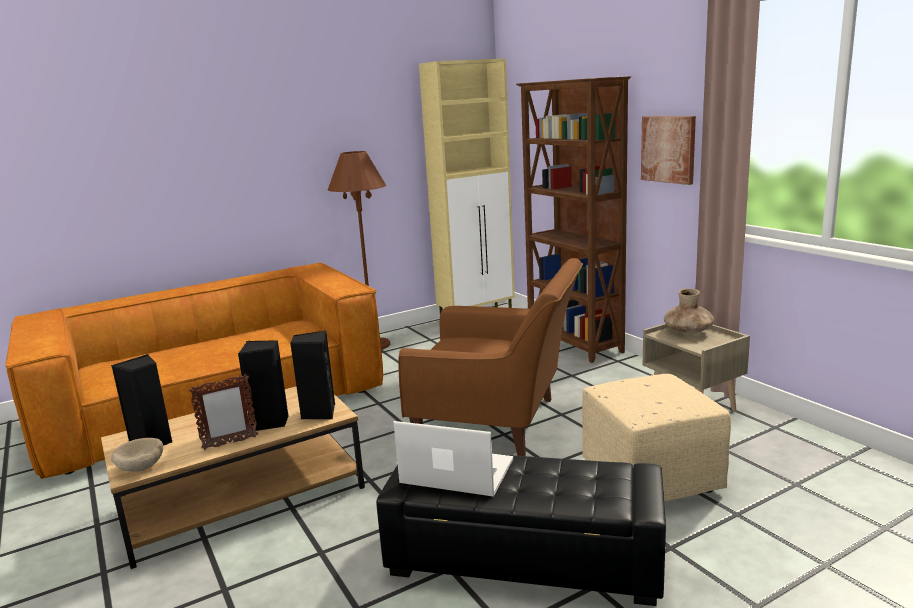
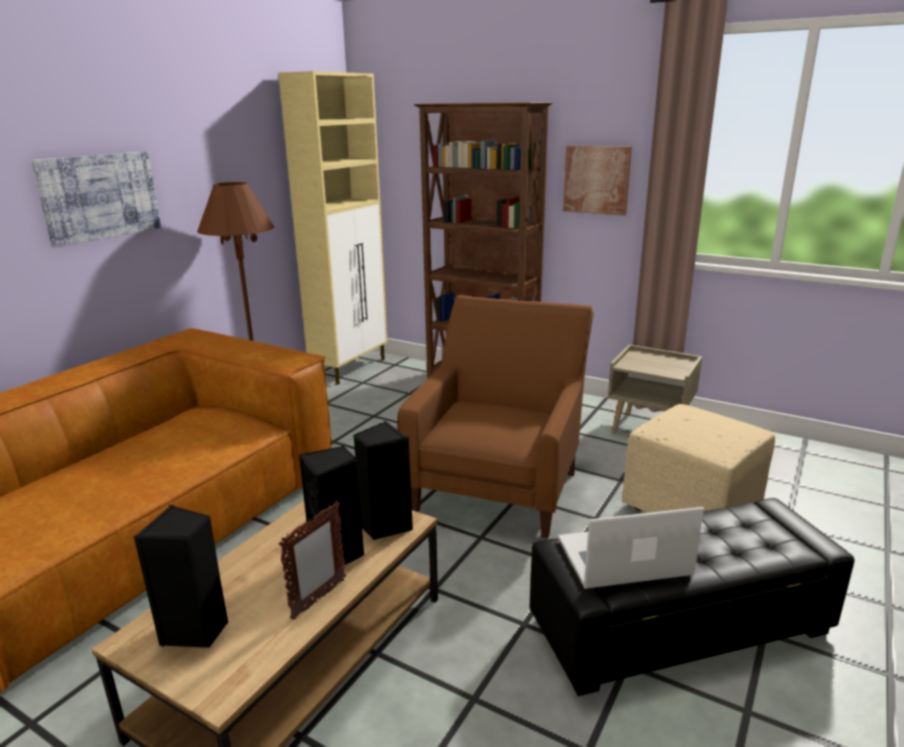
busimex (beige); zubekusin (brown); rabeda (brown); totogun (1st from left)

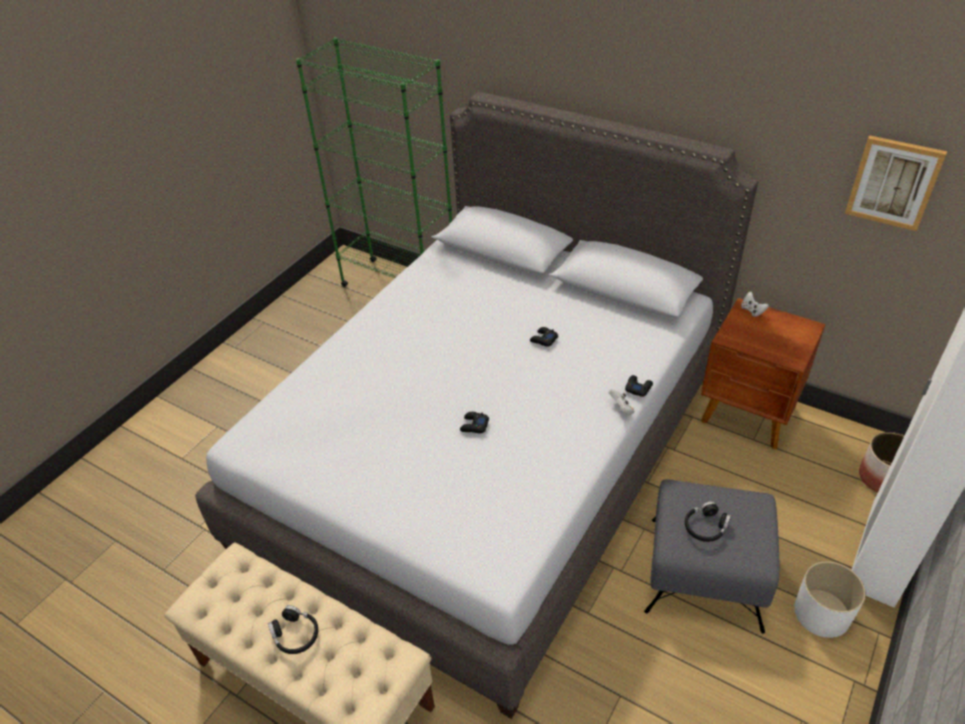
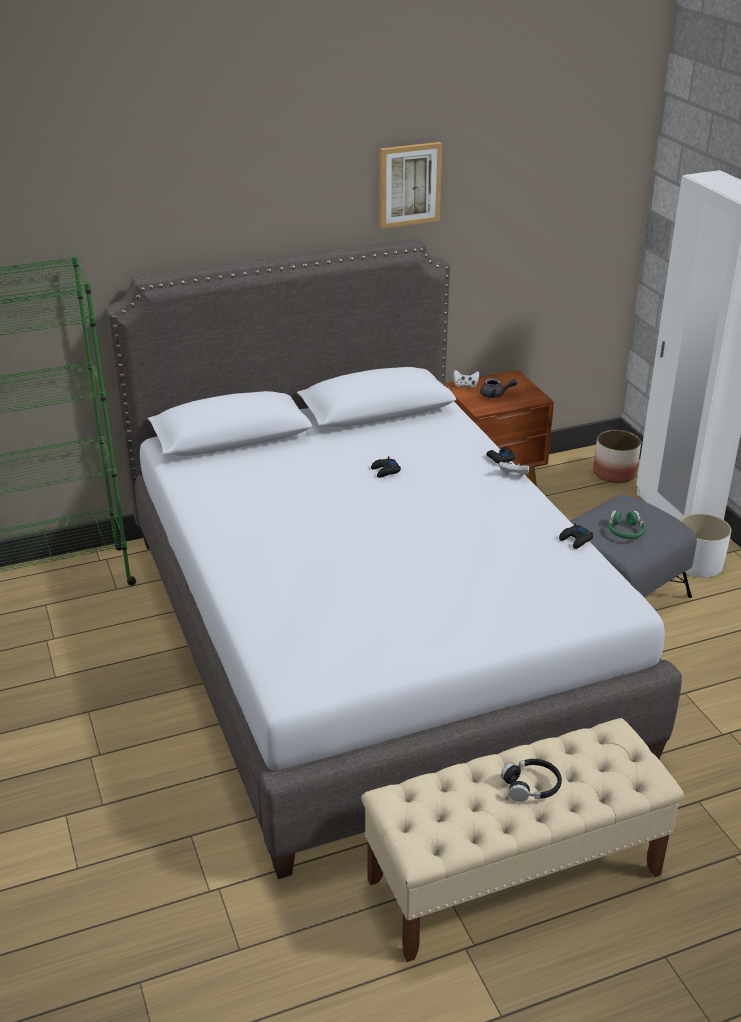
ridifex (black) (3rd from left); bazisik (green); totogun; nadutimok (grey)

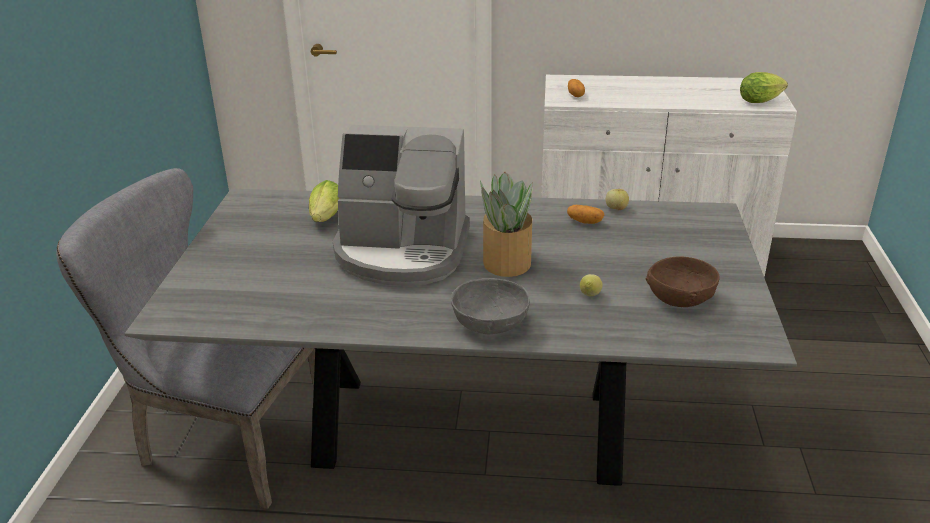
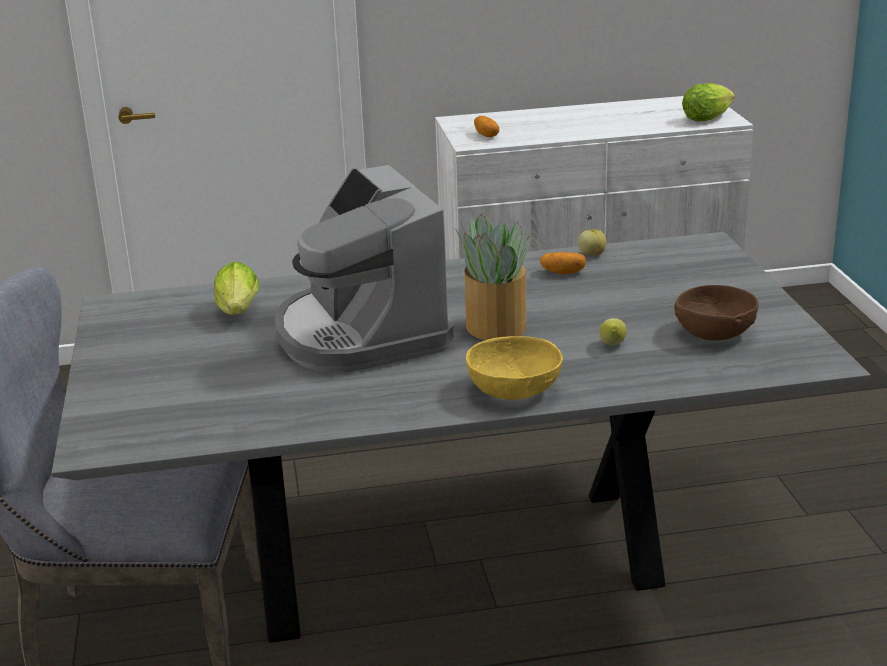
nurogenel; busimex (yellow)

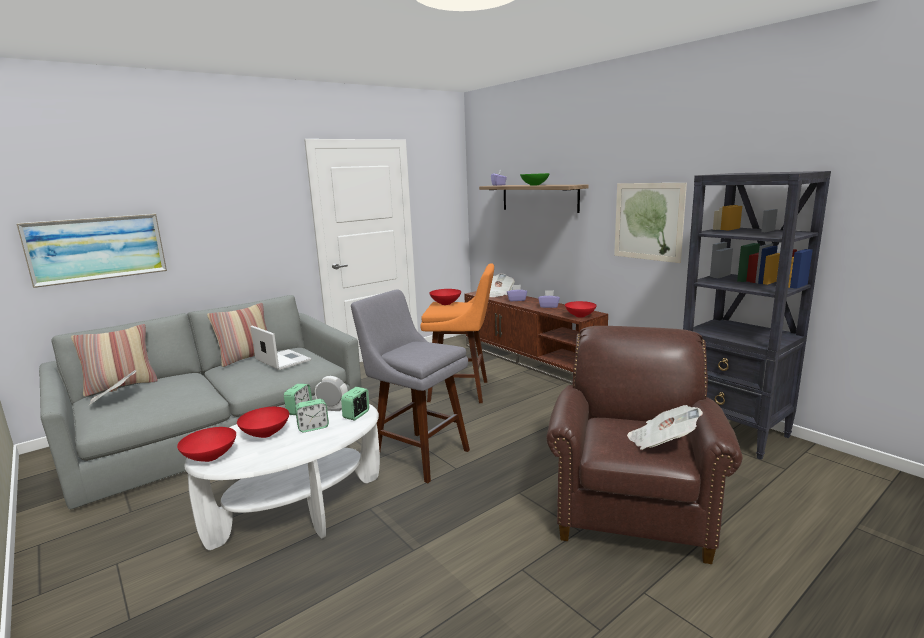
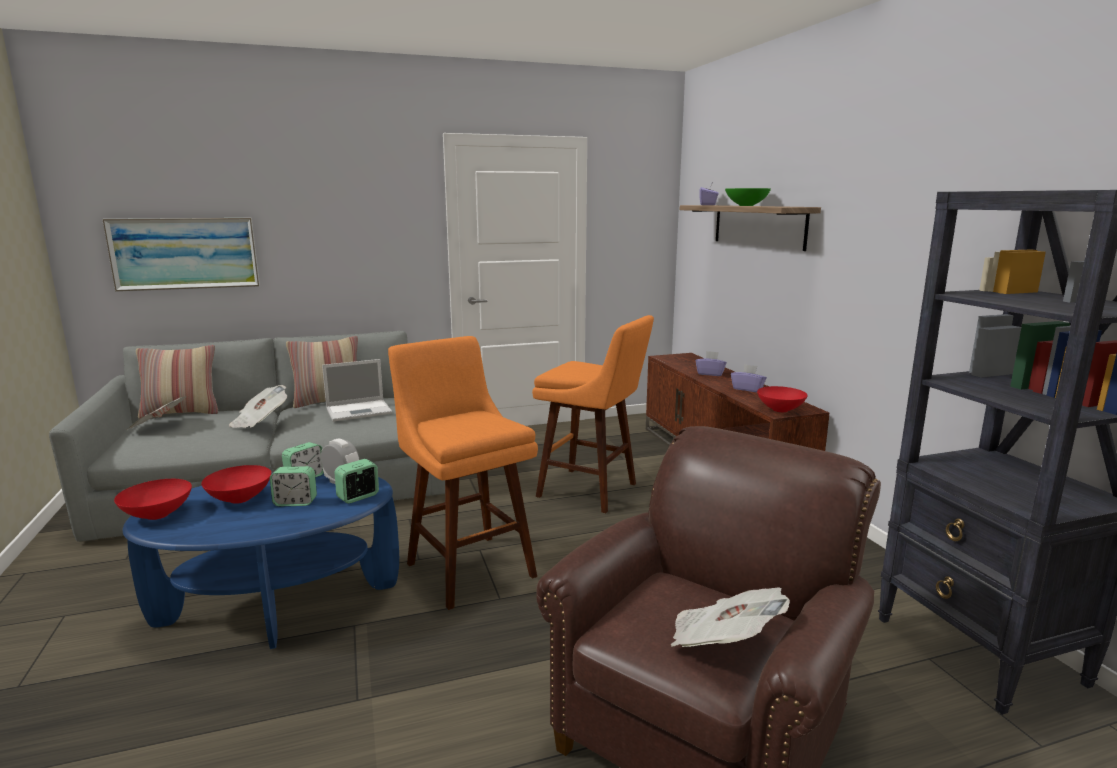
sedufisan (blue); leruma; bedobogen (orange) (1st from left); busimex (red) (3rd from left in the first image); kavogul (2nd from left); totogun (2nd from left in the first image)

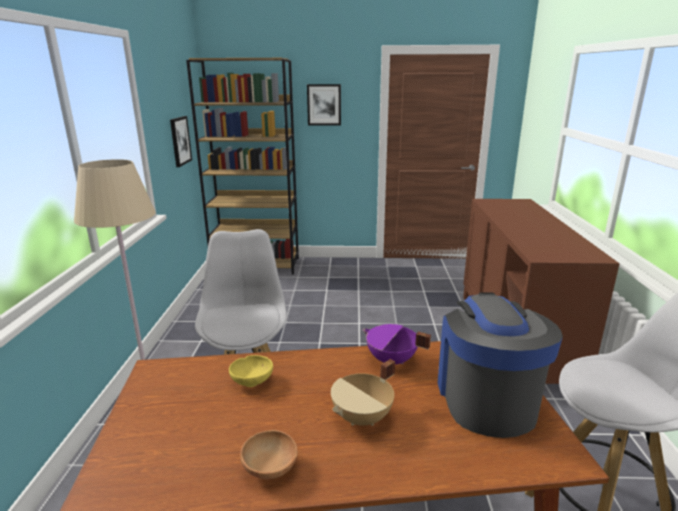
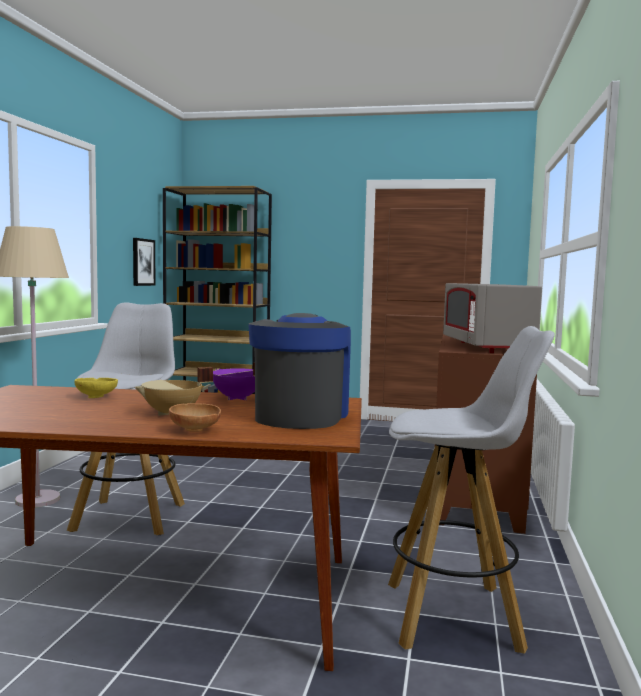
busimex (brown); totogun (2nd from left in the first image); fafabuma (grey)

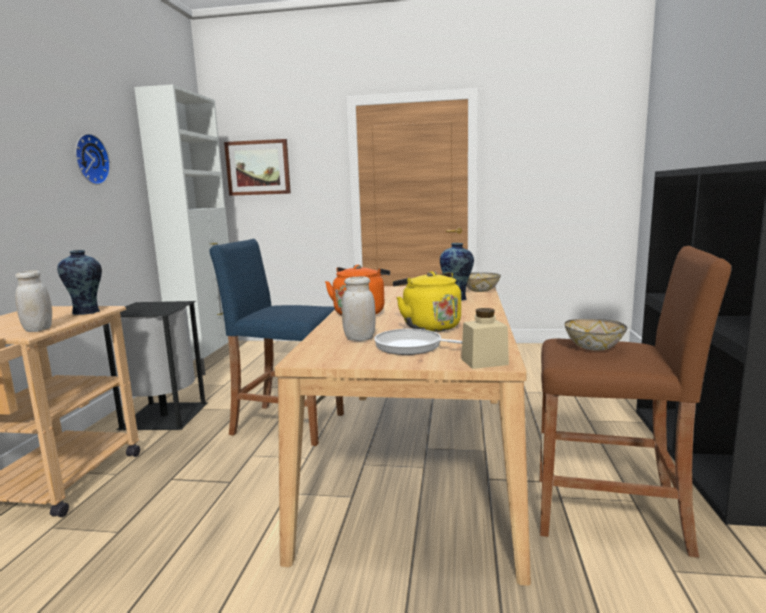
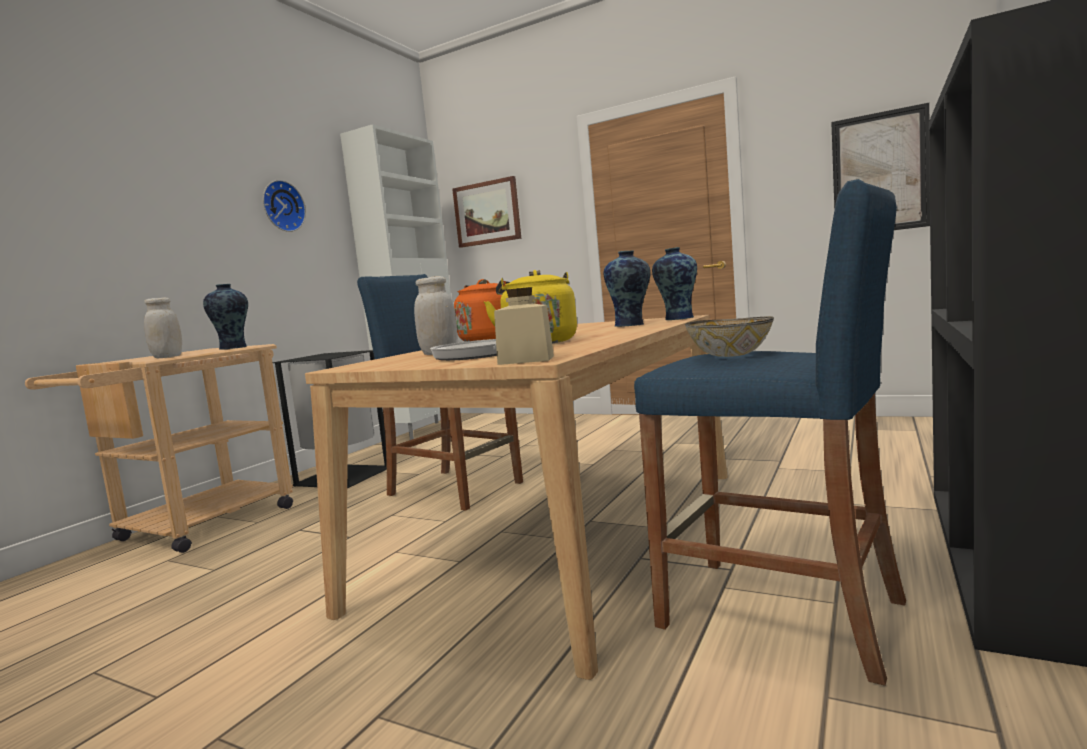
rabeda (3rd from left); bedobogen (blue) (2nd from left); totogun (2nd from left)

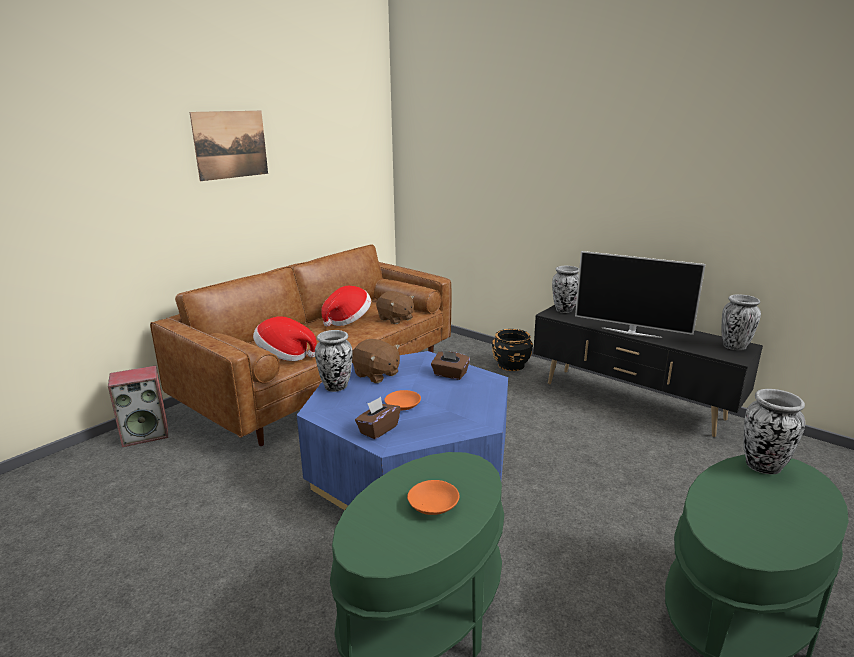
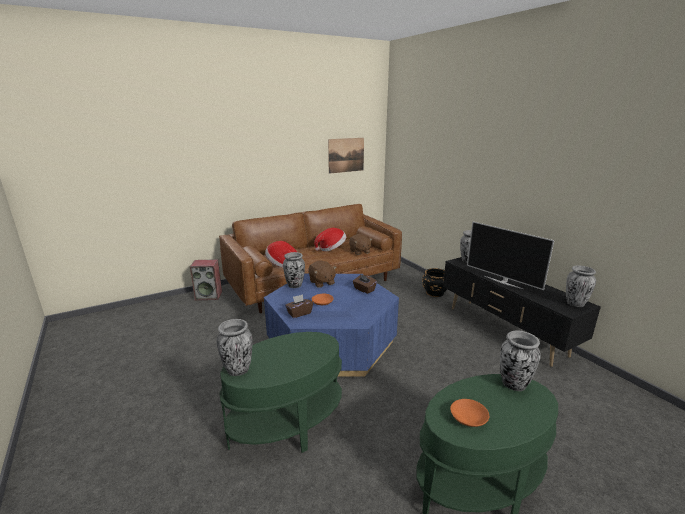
totogun; busimex (orange) (2nd from left); rabeda (1st from left)

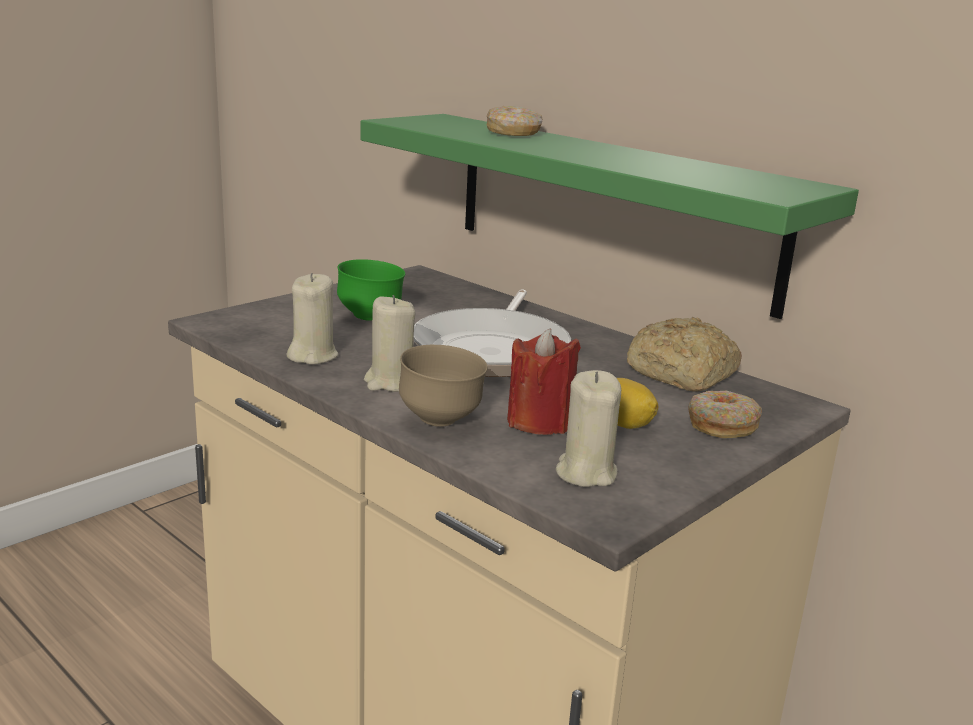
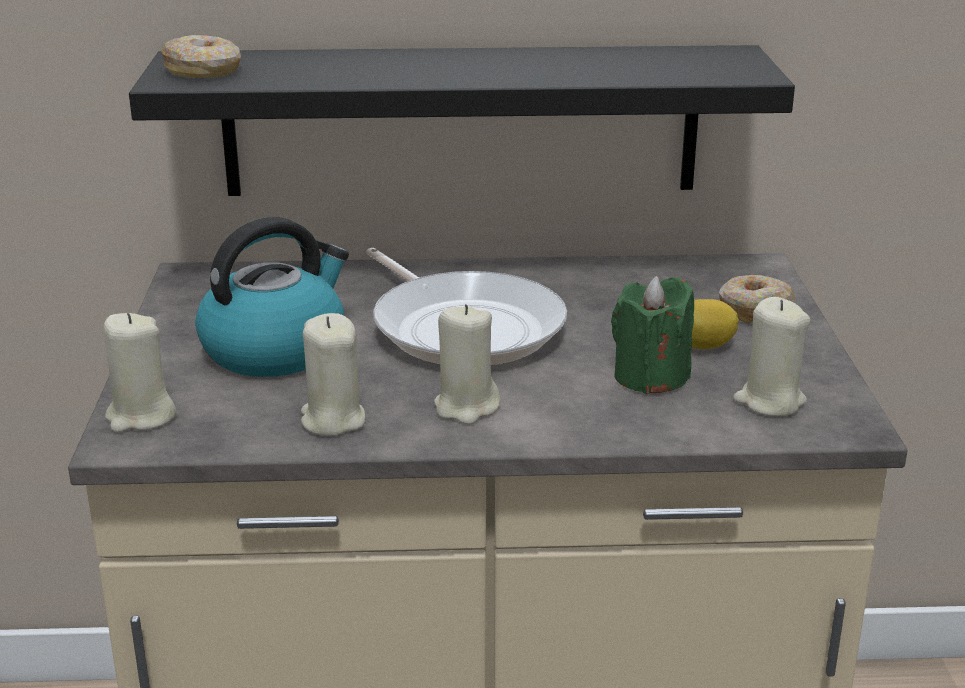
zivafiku; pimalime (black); busimex (brown); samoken (1st from left); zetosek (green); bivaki; zetosek (beige) (1st from left)

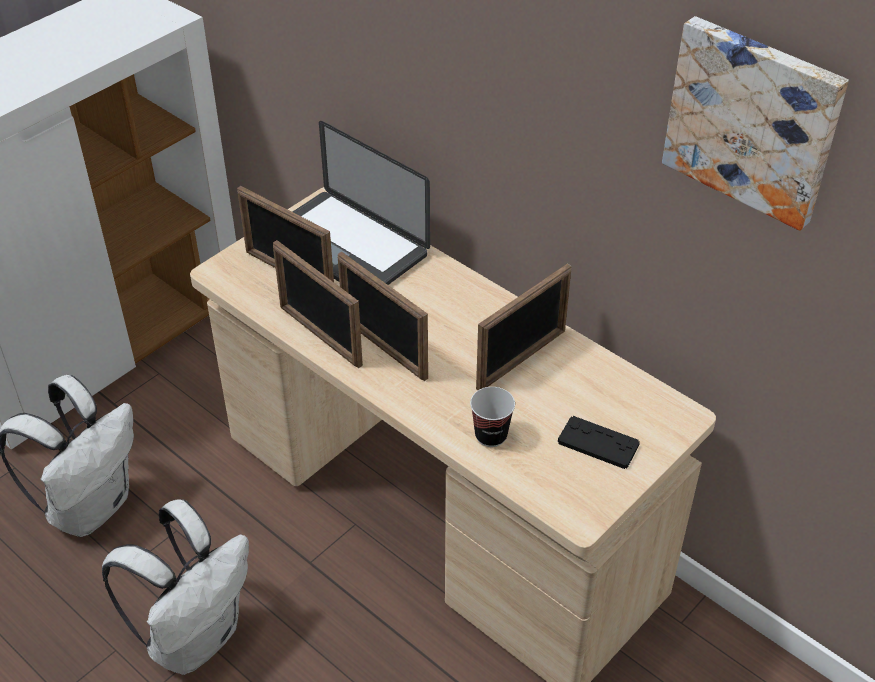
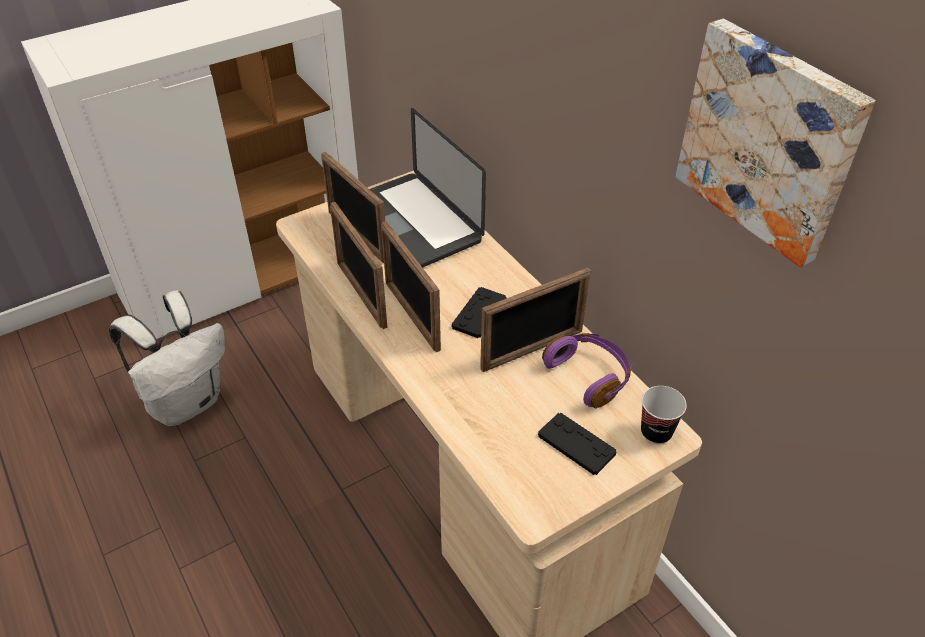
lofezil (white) (2nd from left in the first image); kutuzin; ridifex (black) (1st from left); bazisik (purple)

